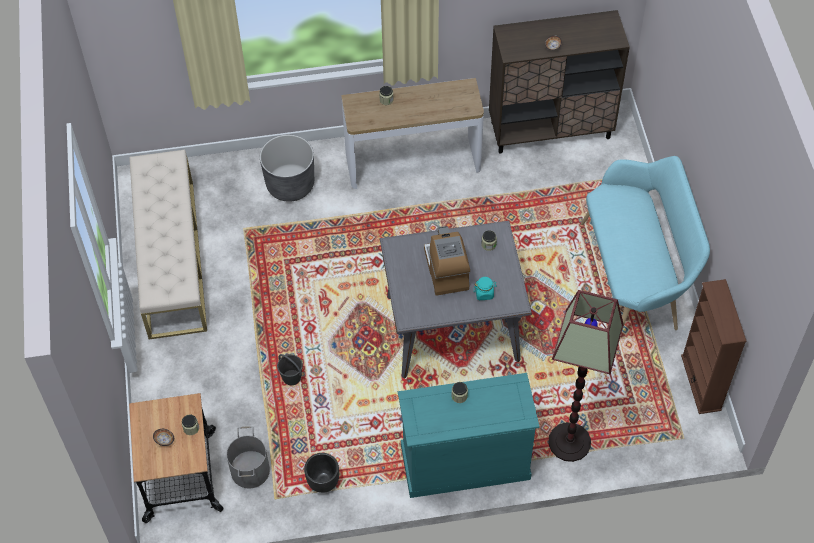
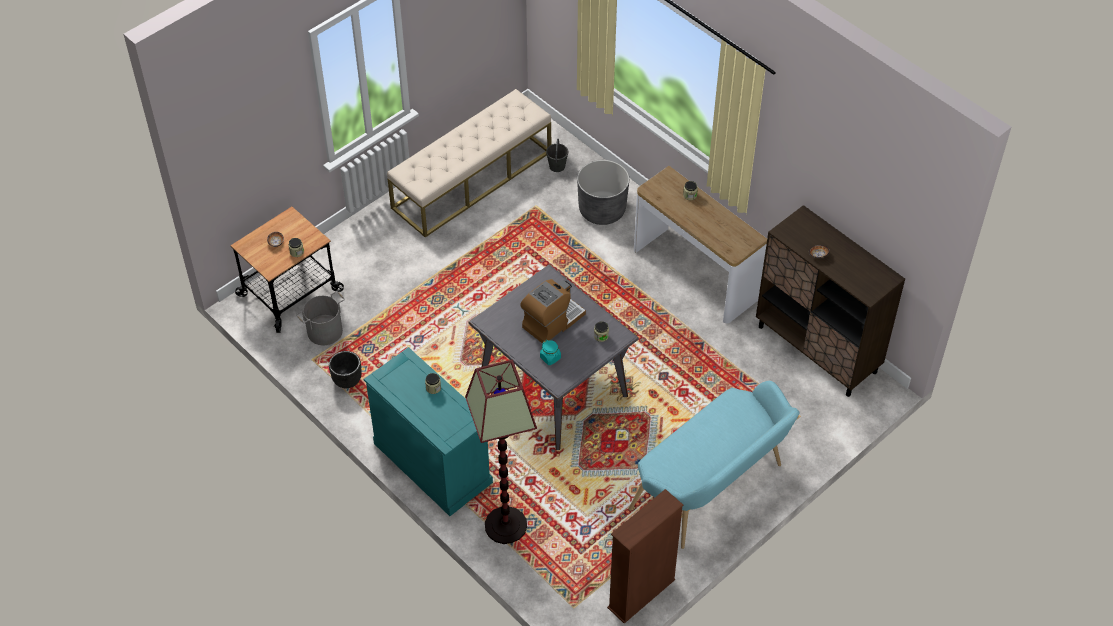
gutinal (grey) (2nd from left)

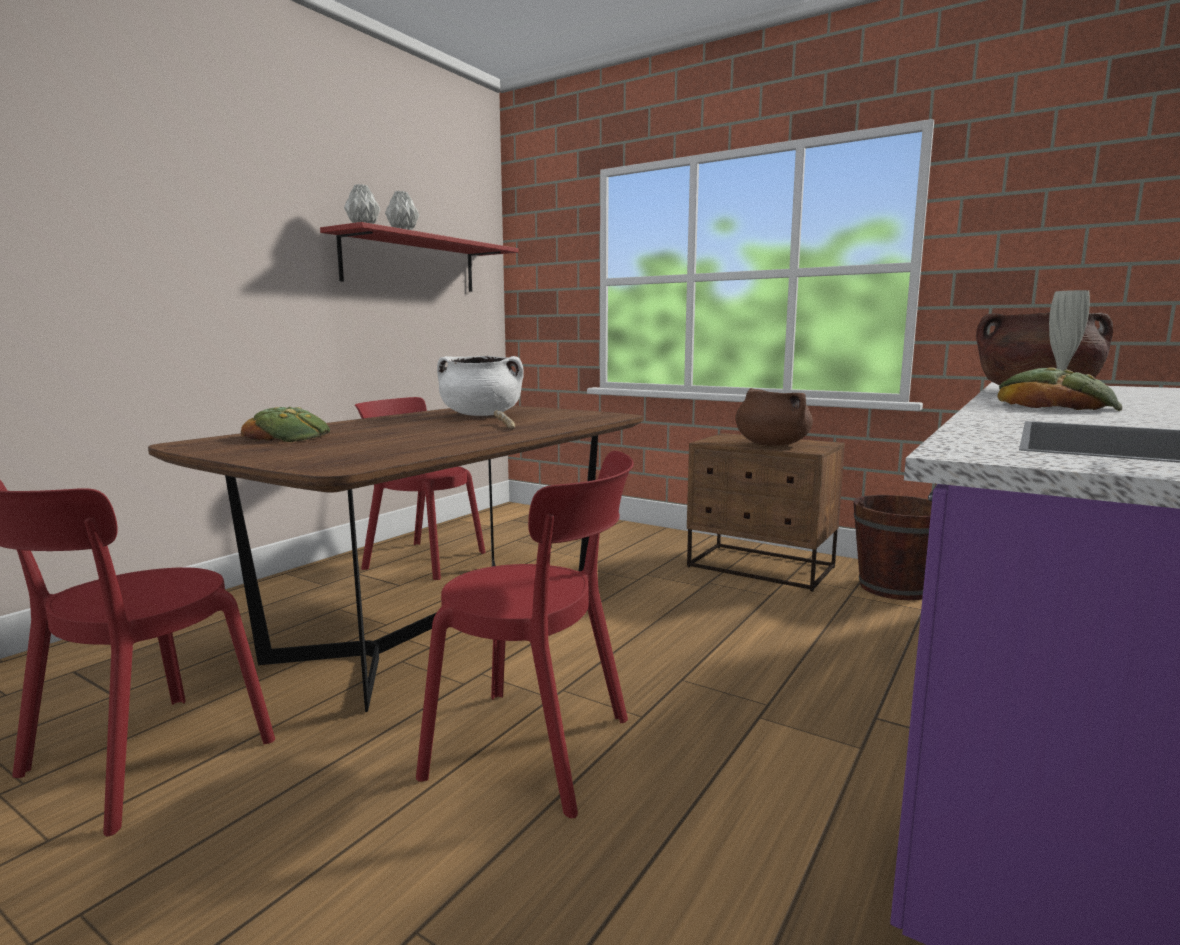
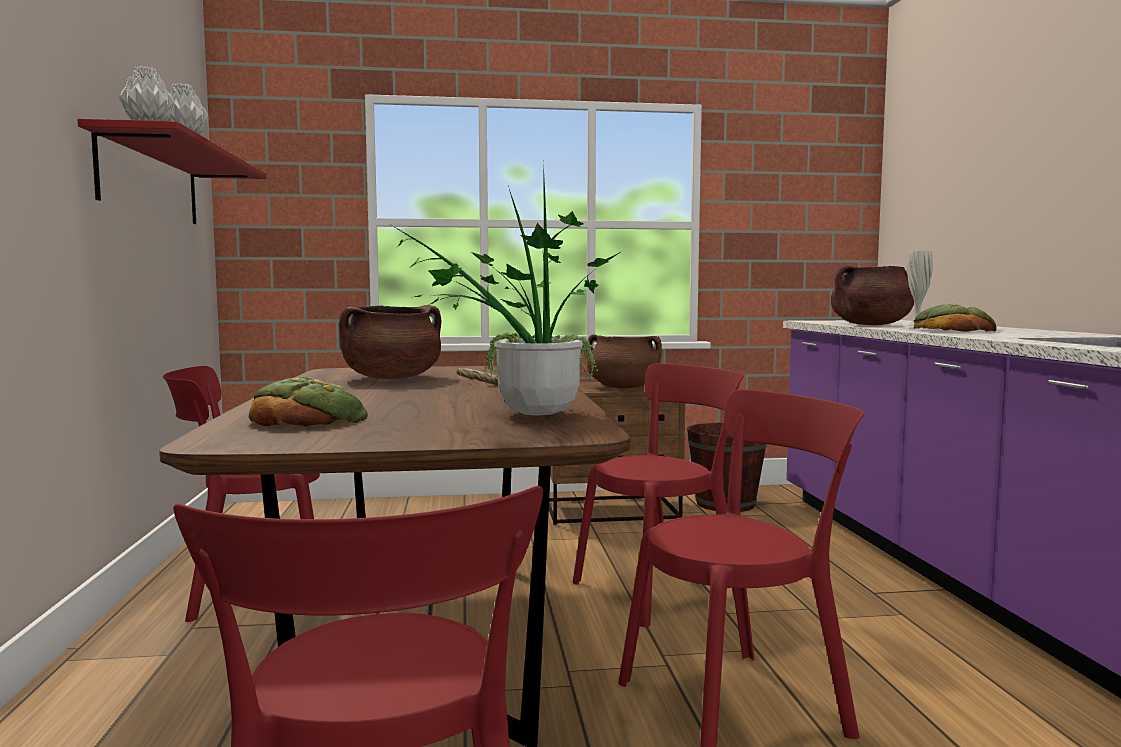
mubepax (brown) (1st from left); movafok; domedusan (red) (3rd from left)

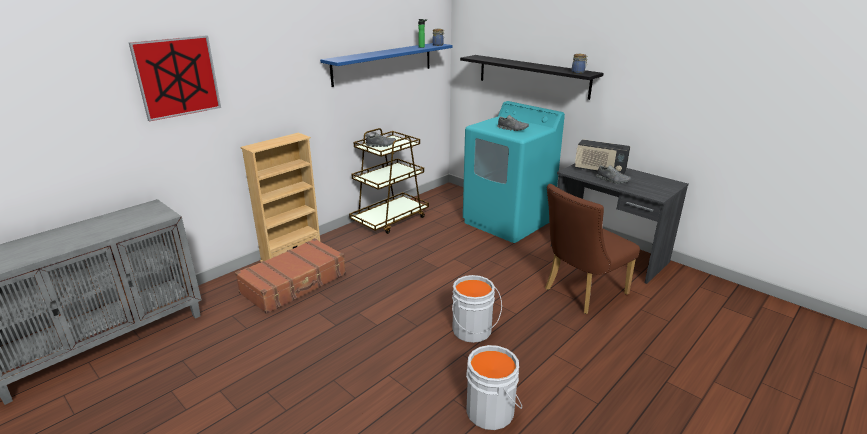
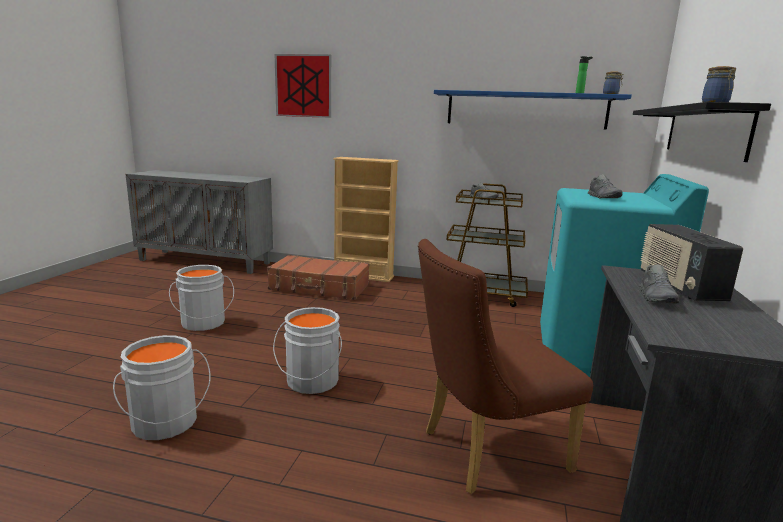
domedusan (brown); gutinal (grey) (2nd from left)

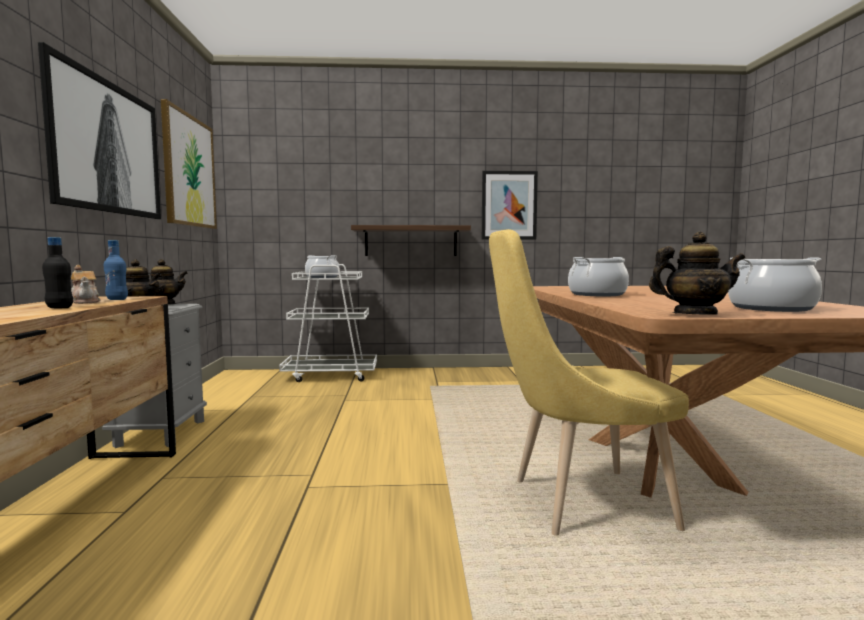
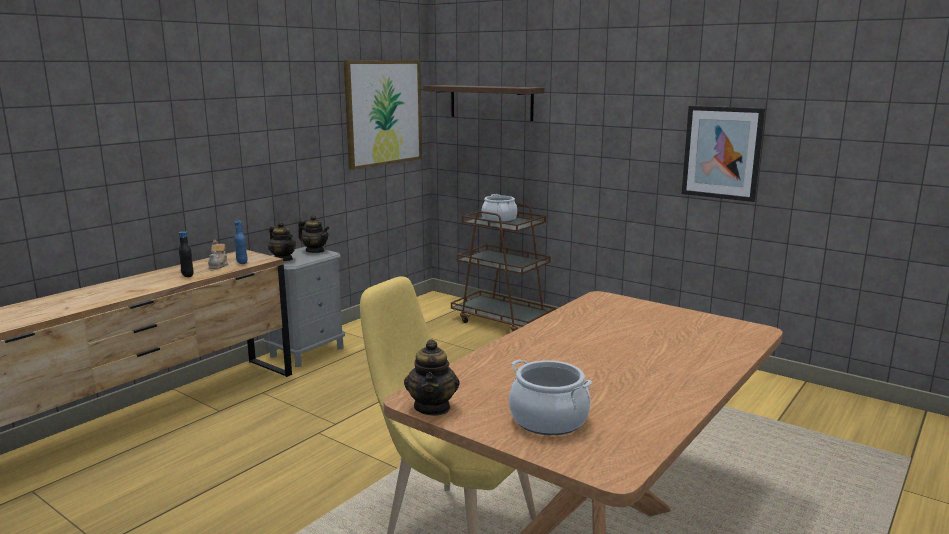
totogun (1st from left in the first image); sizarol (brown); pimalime; mubepax (2nd from left in the first image); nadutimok (4th from left)

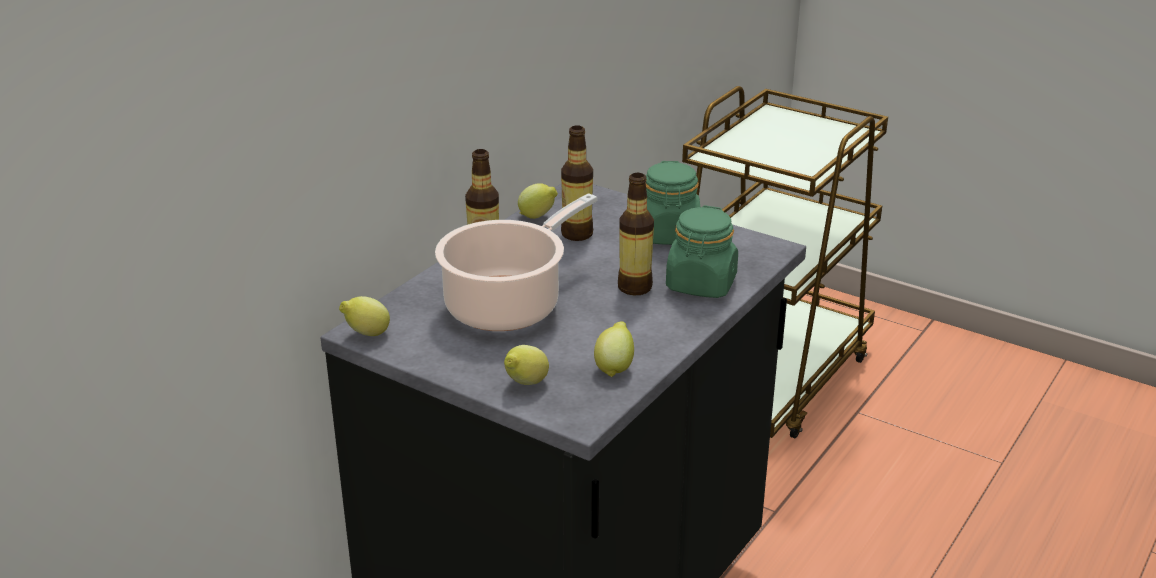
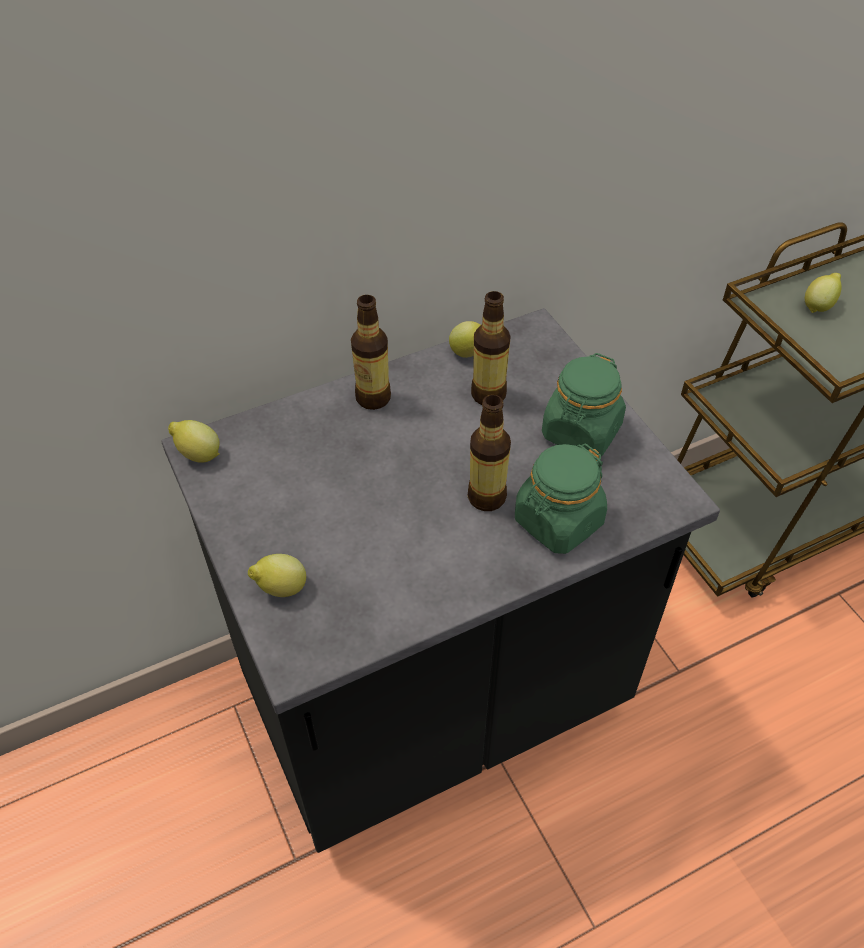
mubepax; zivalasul (4th from left)

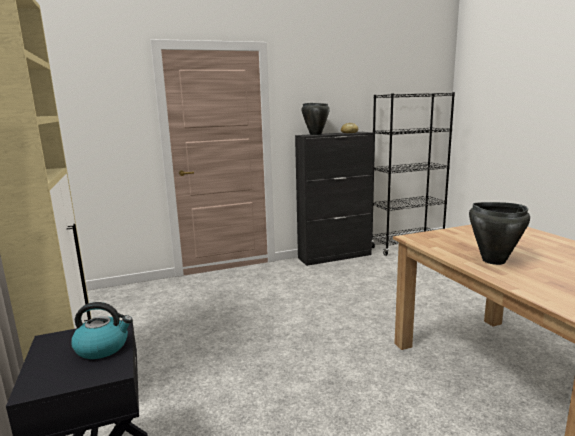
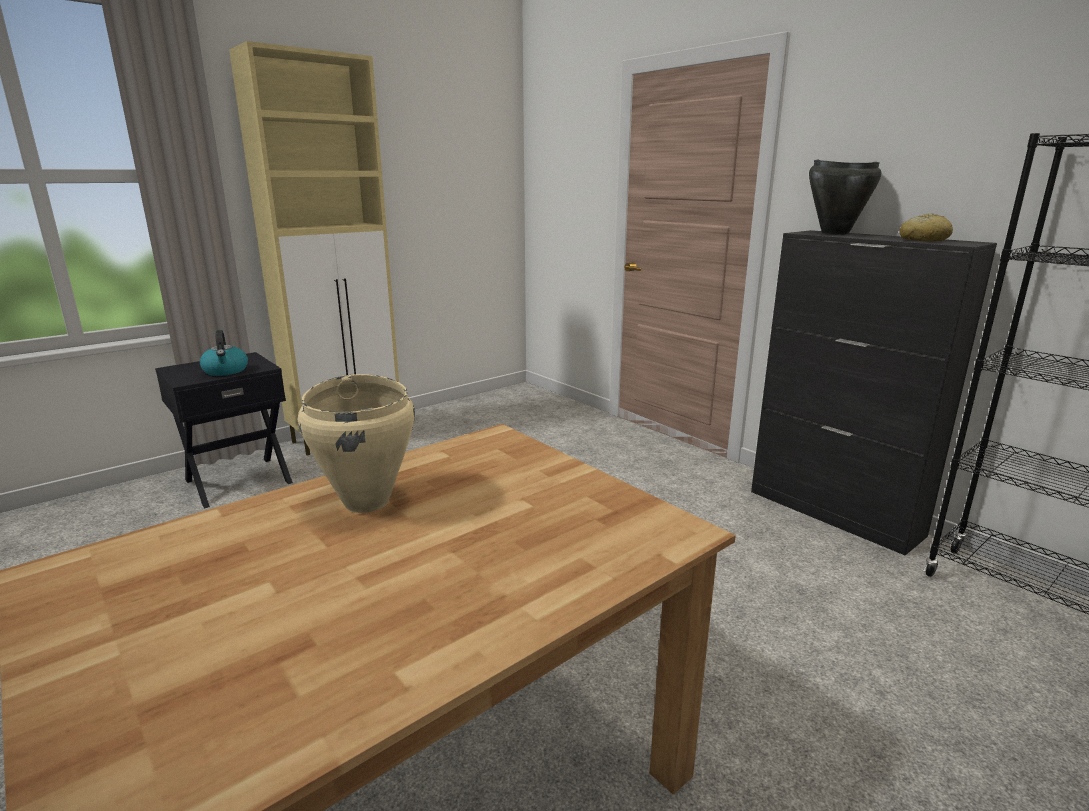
mubepax (beige)

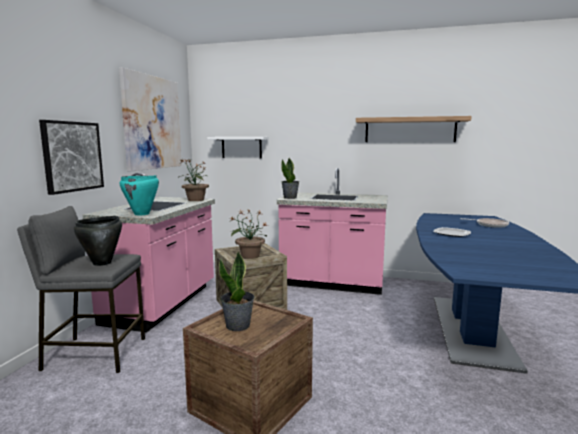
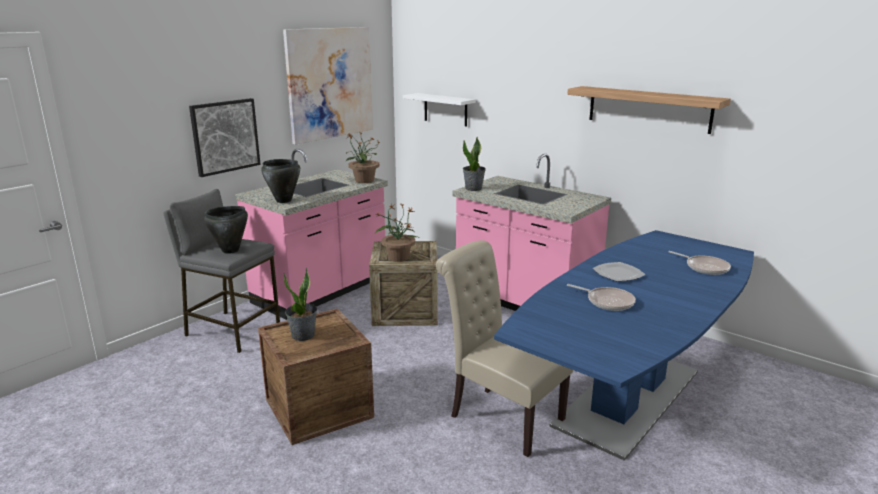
mubepax (black) (2nd from left); domedusan (beige); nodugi (1st from left)

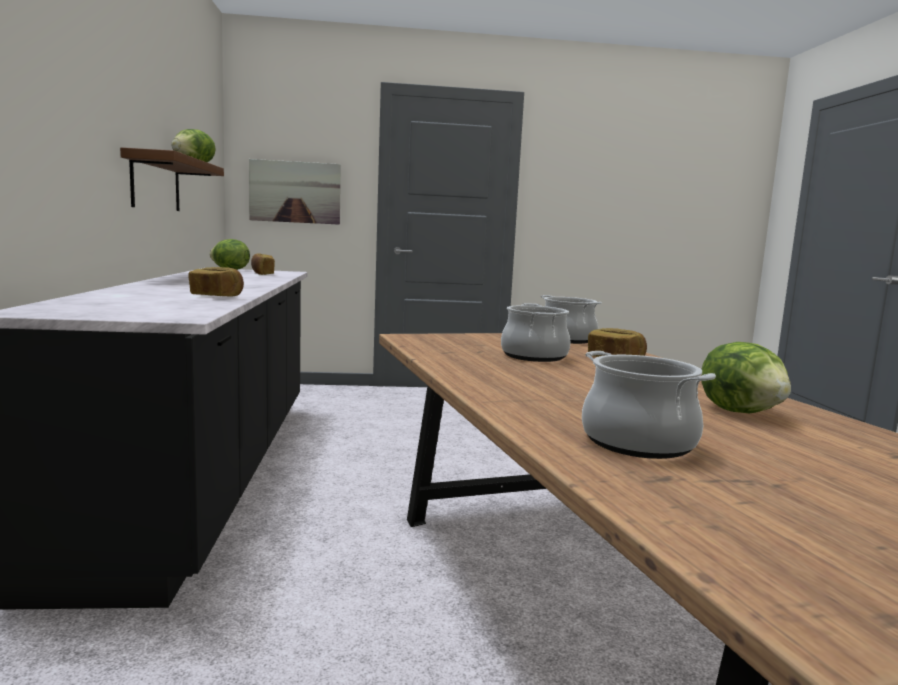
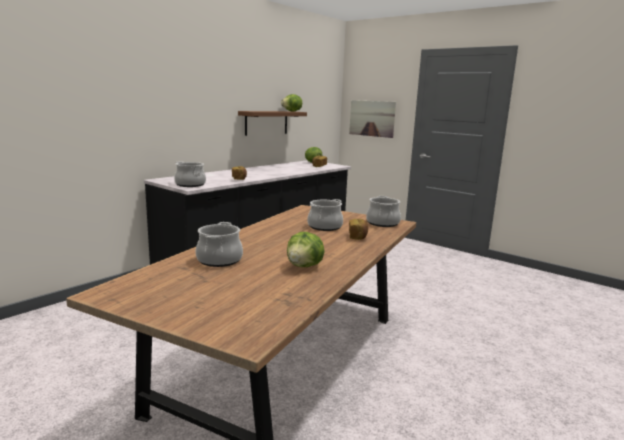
mubepax (1st from left)

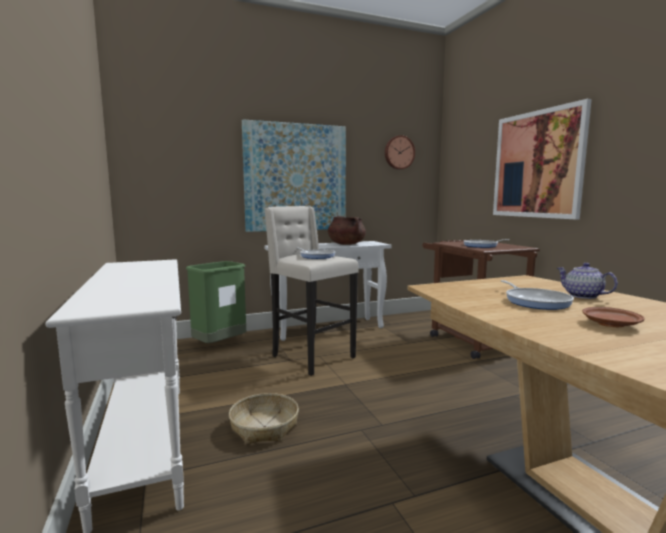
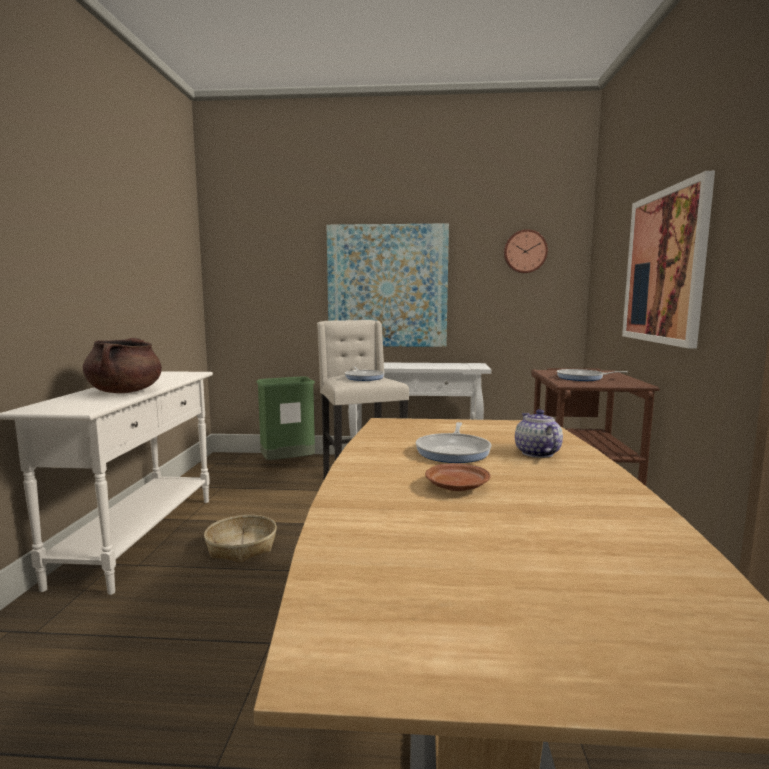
mubepax (brown)

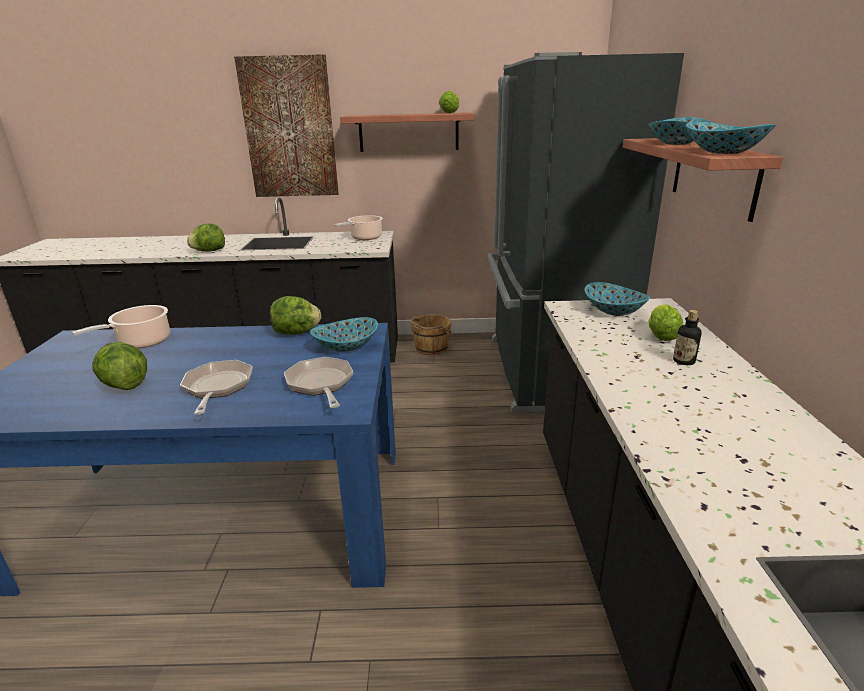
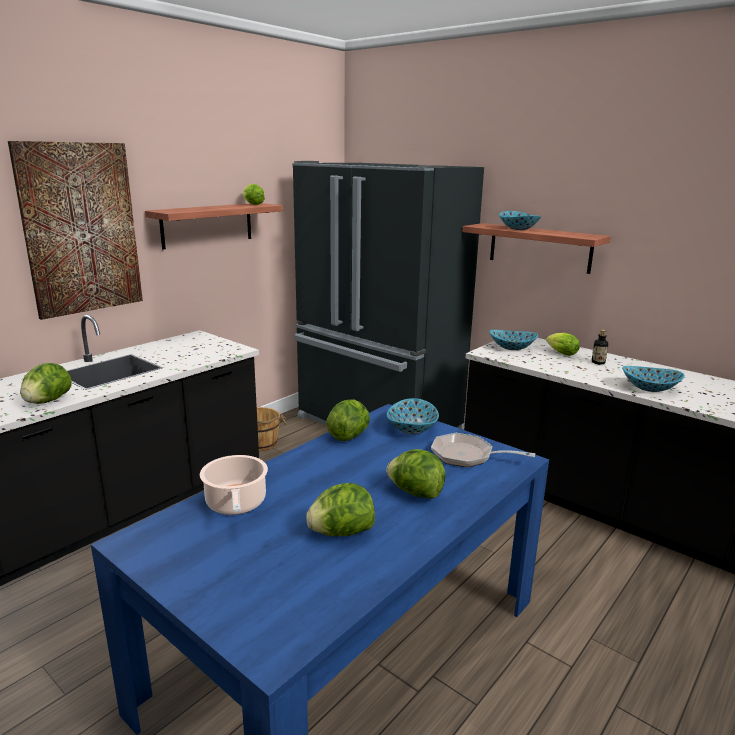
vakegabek (5th from left); mubepax (2nd from left in the first image); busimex (4th from left)

